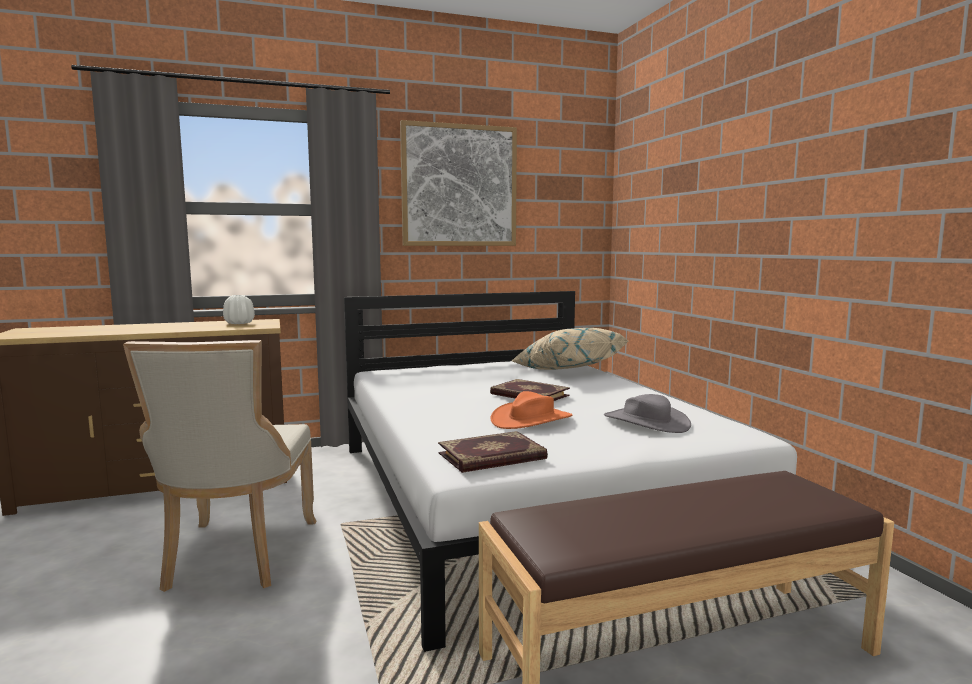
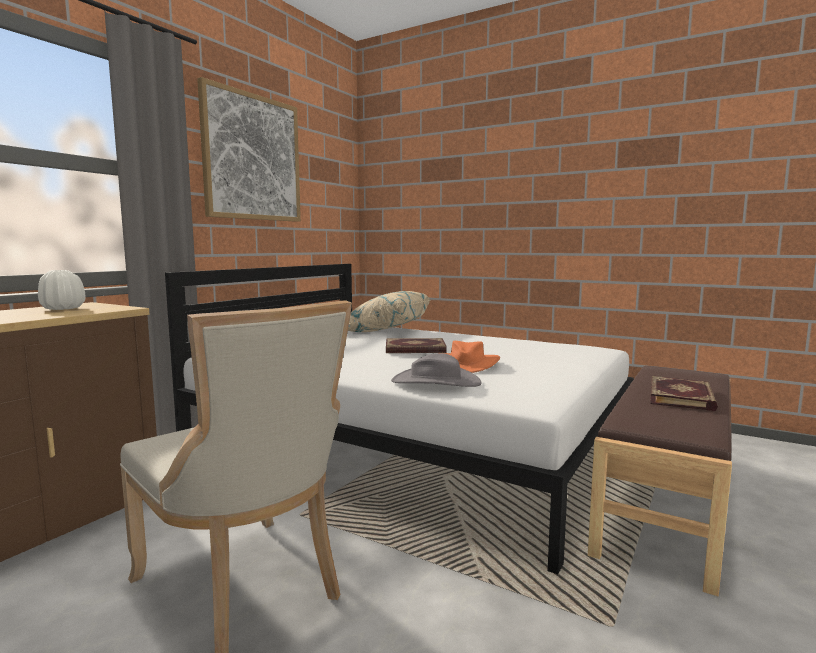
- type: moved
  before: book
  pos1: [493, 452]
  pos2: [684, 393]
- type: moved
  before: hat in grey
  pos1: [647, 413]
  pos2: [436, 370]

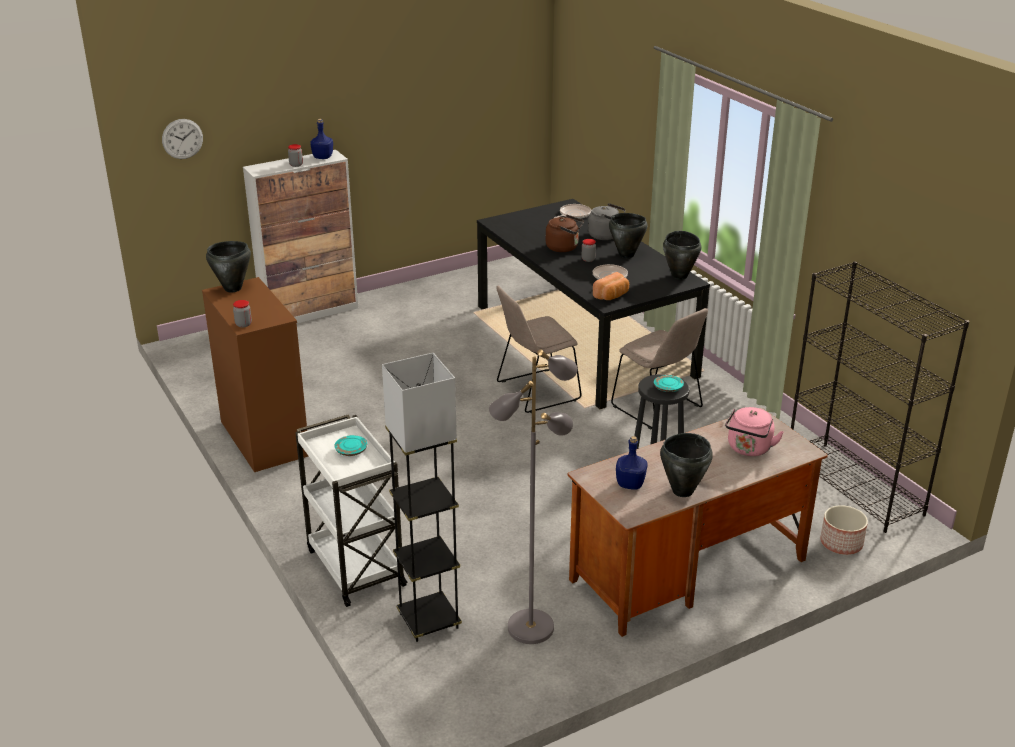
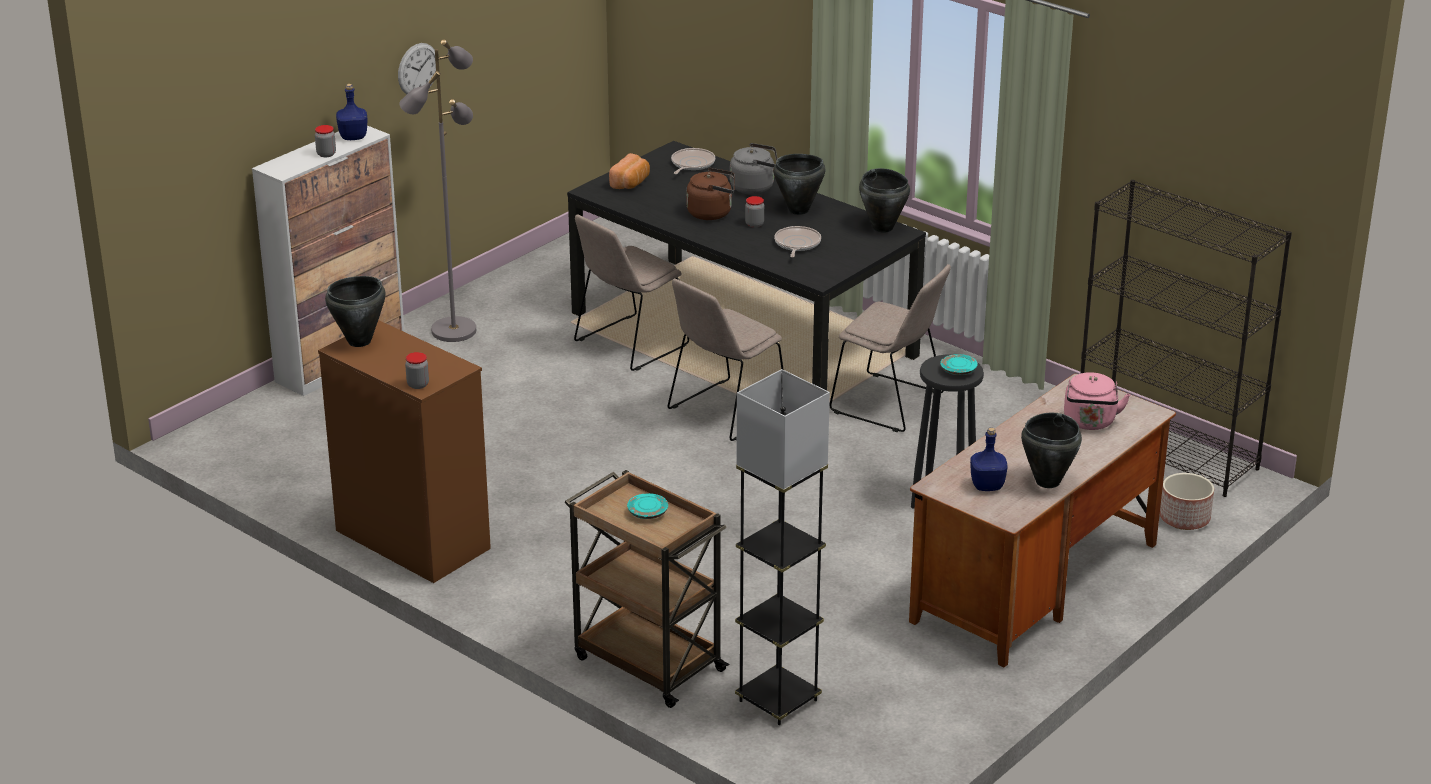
- type: moved
  before: wall clock
  pos1: [182, 139]
  pos2: [417, 68]
- type: recoloured
  before: cart in white
  after: cart in brown
  pos1: [351, 510]
  pos2: [646, 589]
- type: moved
  before: floor lamp in grey
  pos1: [533, 496]
  pos2: [437, 190]
- type: moved
  before: bread
  pos1: [611, 286]
  pos2: [629, 171]
- type: added
  after: chair in beige
  pos2: [631, 293]

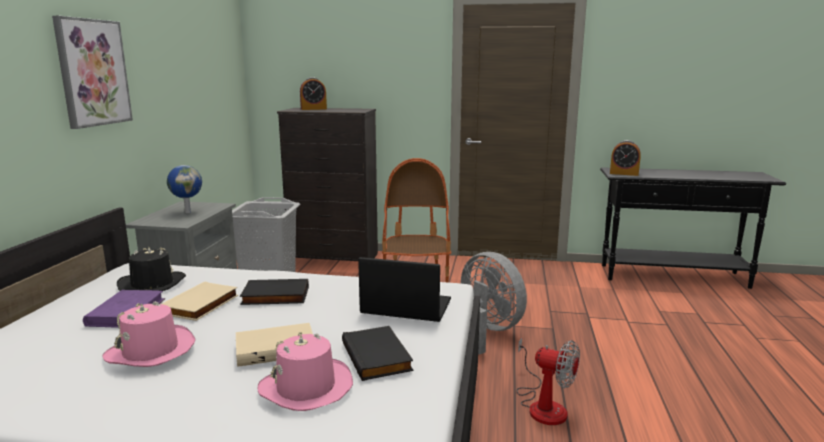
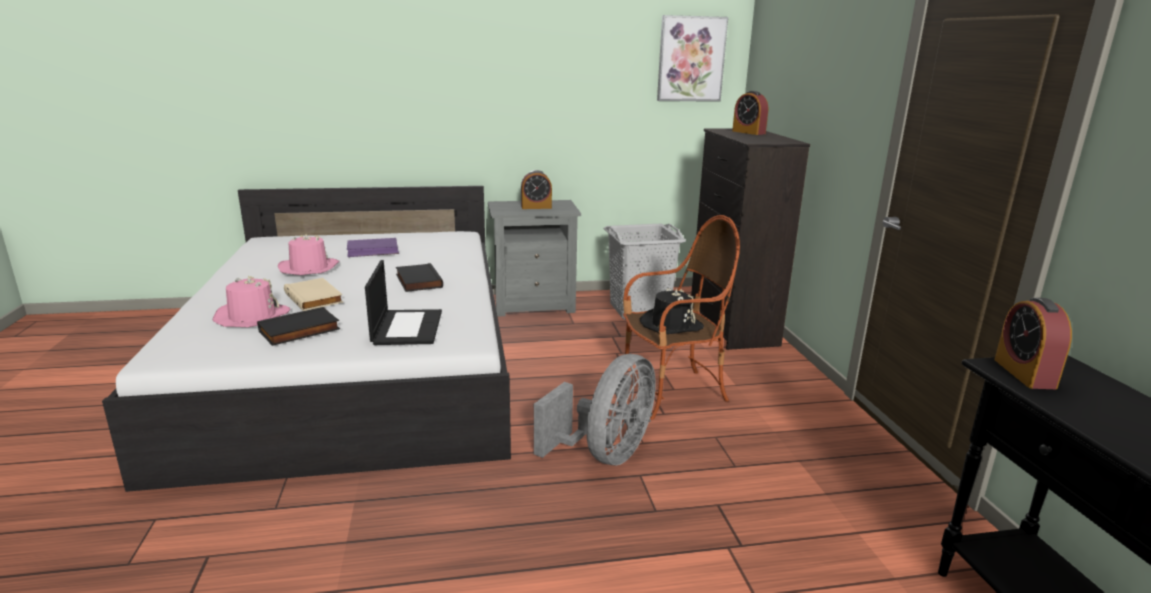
- type: moved
  before: picture
  pos1: [92, 72]
  pos2: [692, 58]
- type: moved
  before: hat in black
  pos1: [151, 269]
  pos2: [672, 311]
- type: removed
  before: book in beige
  pos1: [200, 301]
- type: replaced
  before: globe
  after: alarm clock
  pos1: [184, 189]
  pos2: [536, 189]
- type: removed
  before: fan
  pos1: [548, 381]

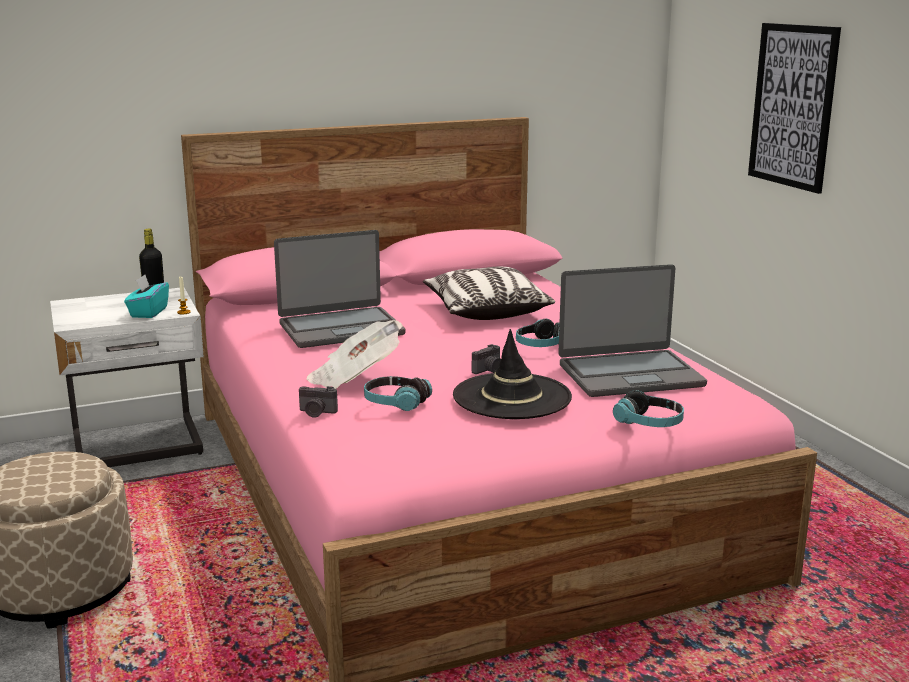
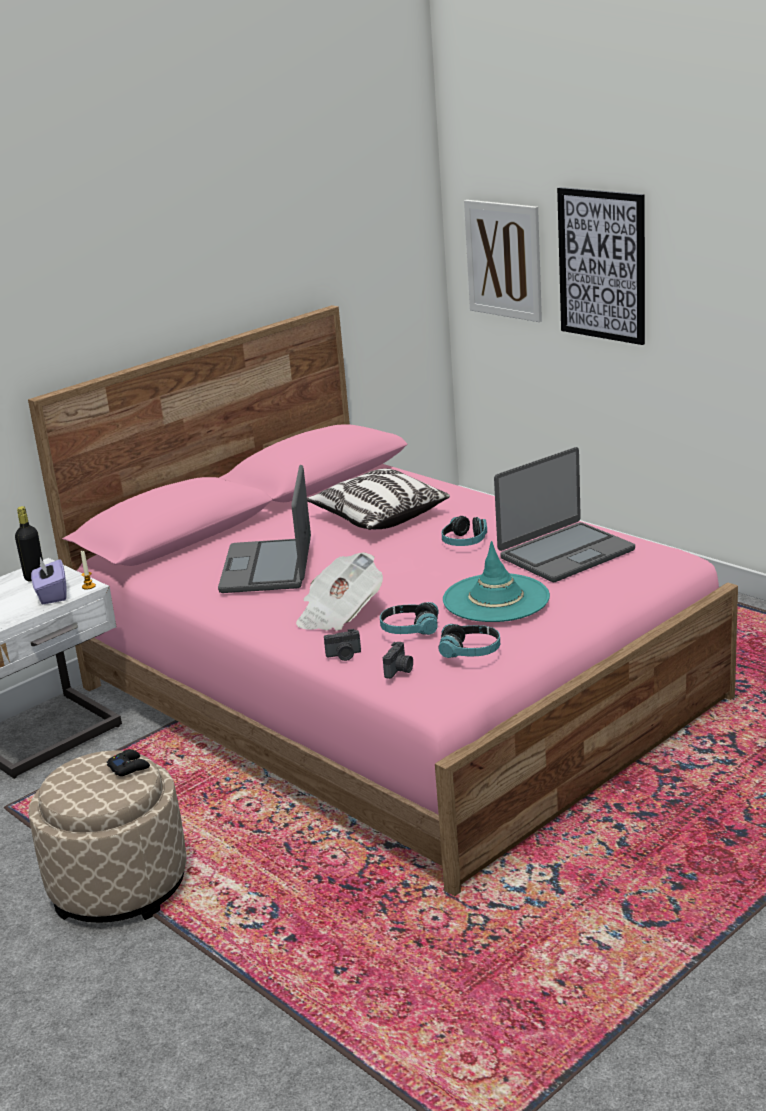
- type: recoloured
  before: tissue box in turquoise
  after: tissue box in purple
  pos1: [146, 296]
  pos2: [48, 580]
- type: turned
  before: laptop
  pos1: [340, 289]
  pos2: [264, 529]
  turn: 135
- type: recoloured
  before: hat in black
  after: hat in turquoise
  pos1: [512, 374]
  pos2: [496, 581]
- type: moved
  before: photo camera
  pos1: [486, 359]
  pos2: [398, 660]
- type: moved
  before: headphones
  pos1: [648, 408]
  pos2: [469, 641]
- type: added
  after: game controller in black
  pos2: [128, 762]
- type: added
  after: picture
  pos2: [503, 261]

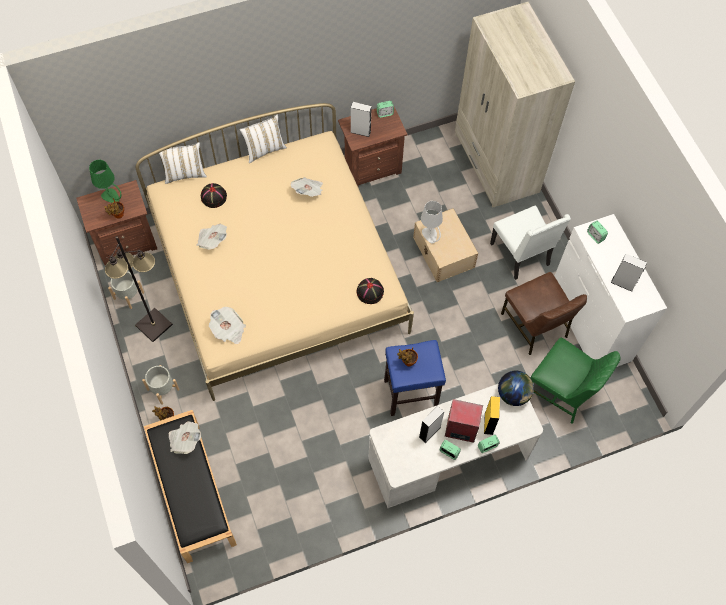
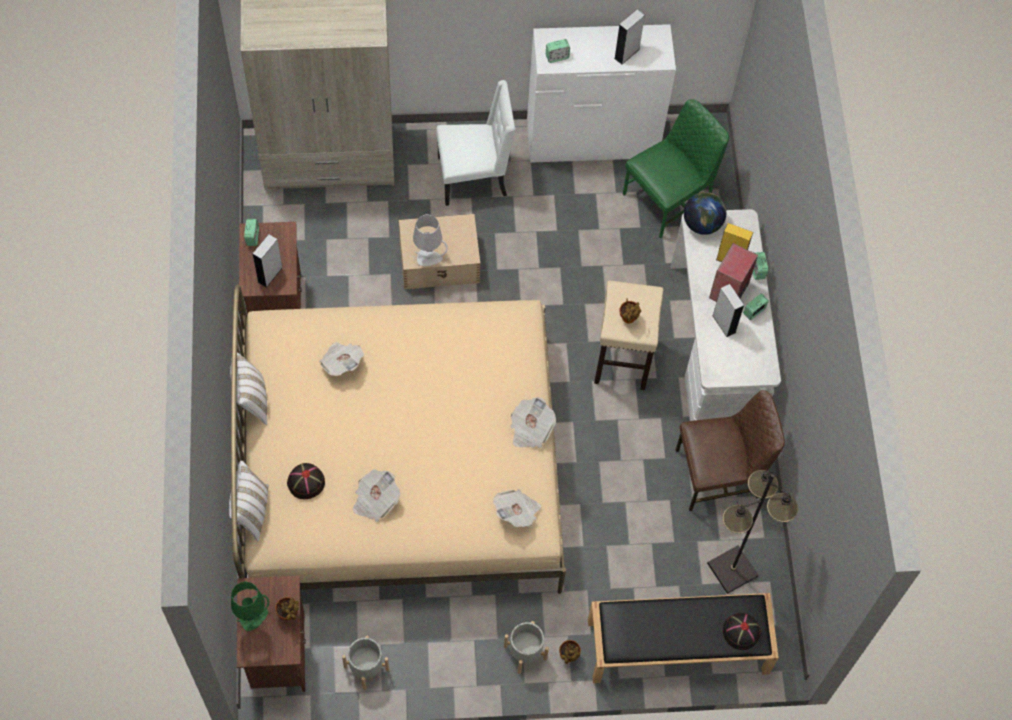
- type: moved
  before: floor lamp in black
  pos1: [139, 289]
  pos2: [752, 532]
- type: moved
  before: newspaper
  pos1: [185, 437]
  pos2: [533, 422]
- type: moved
  before: hat in black
  pos1: [370, 291]
  pos2: [741, 631]
- type: recoloured
  before: stool in blue
  after: stool in beige
  pos1: [415, 378]
  pos2: [629, 335]
- type: moved
  before: chair in brown
  pos1: [544, 313]
  pos2: [730, 450]

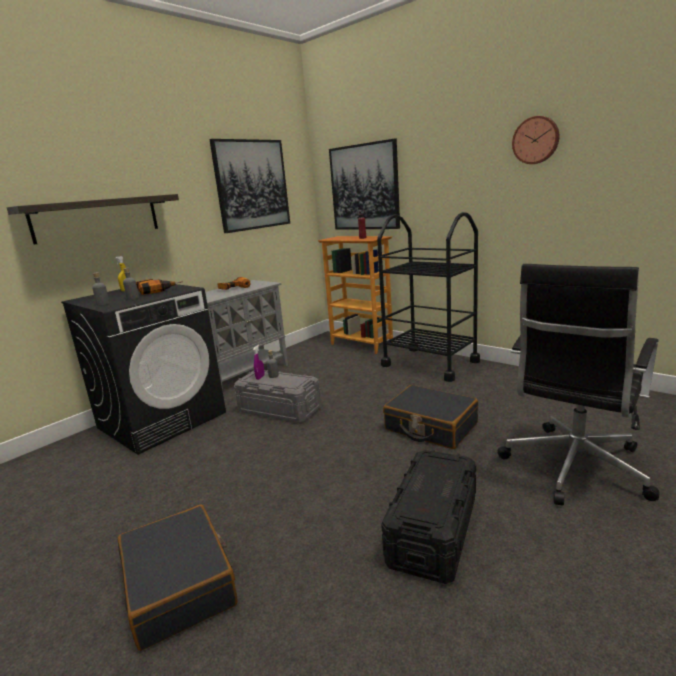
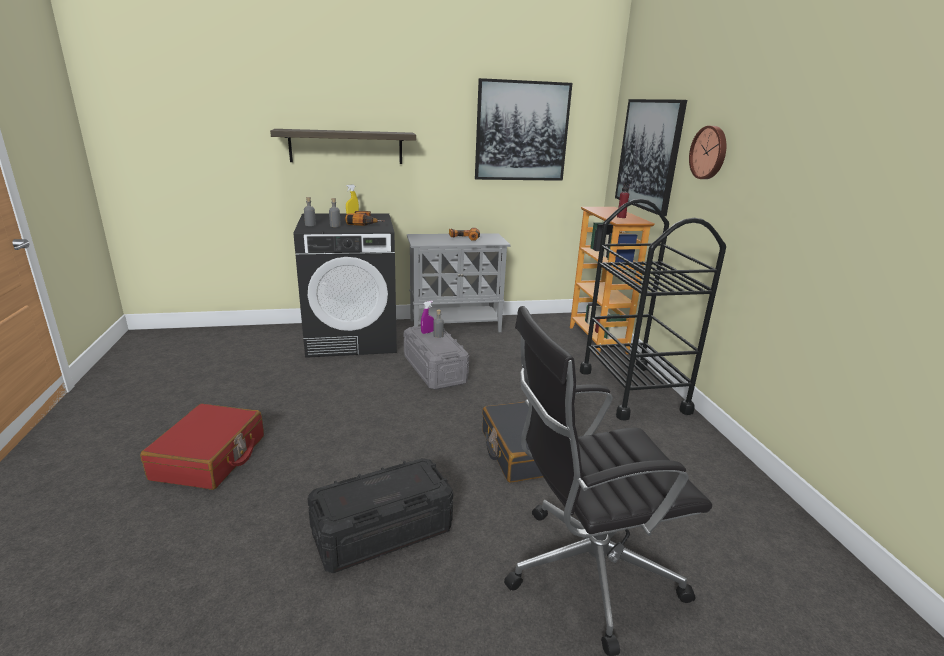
- type: recoloured
  before: suitcase in black
  after: suitcase in red
  pos1: [178, 577]
  pos2: [202, 447]
- type: moved
  before: wall clock
  pos1: [535, 140]
  pos2: [707, 152]

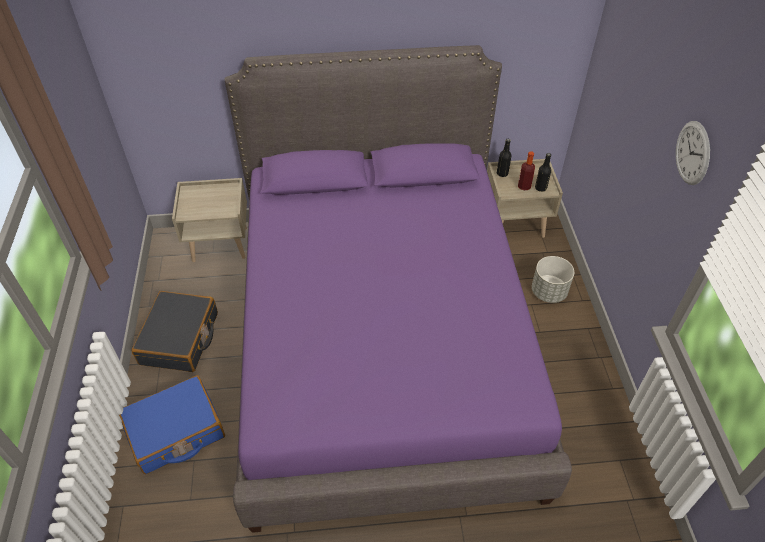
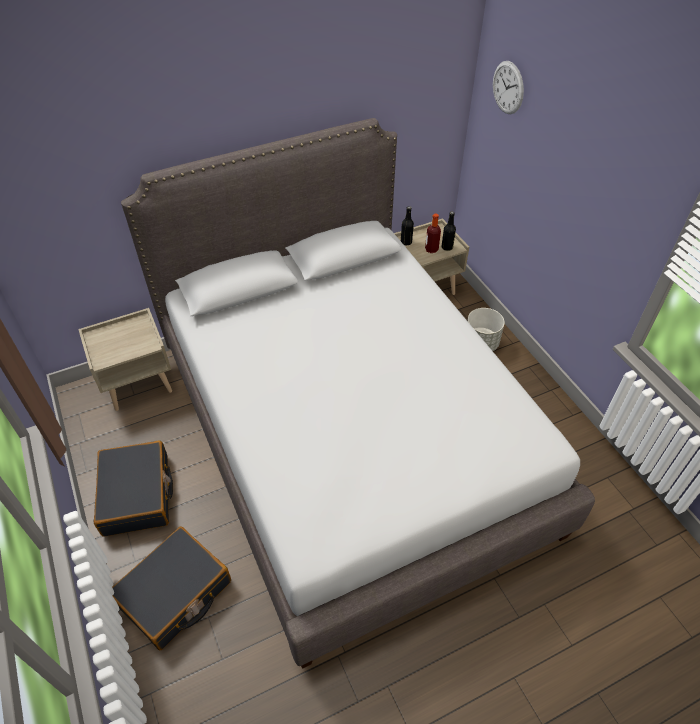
- type: recoloured
  before: suitcase in blue
  after: suitcase in black
  pos1: [172, 424]
  pos2: [171, 588]
- type: recoloured
  before: bed in purple
  after: bed in grey
  pos1: [398, 289]
  pos2: [358, 393]
- type: moved
  before: wall clock
  pos1: [693, 153]
  pos2: [508, 87]

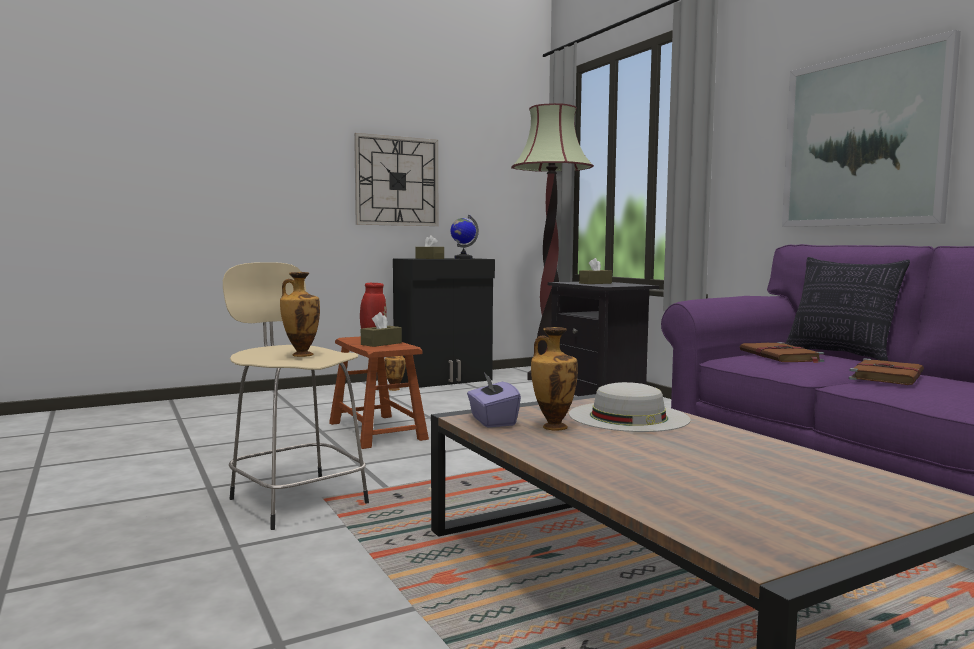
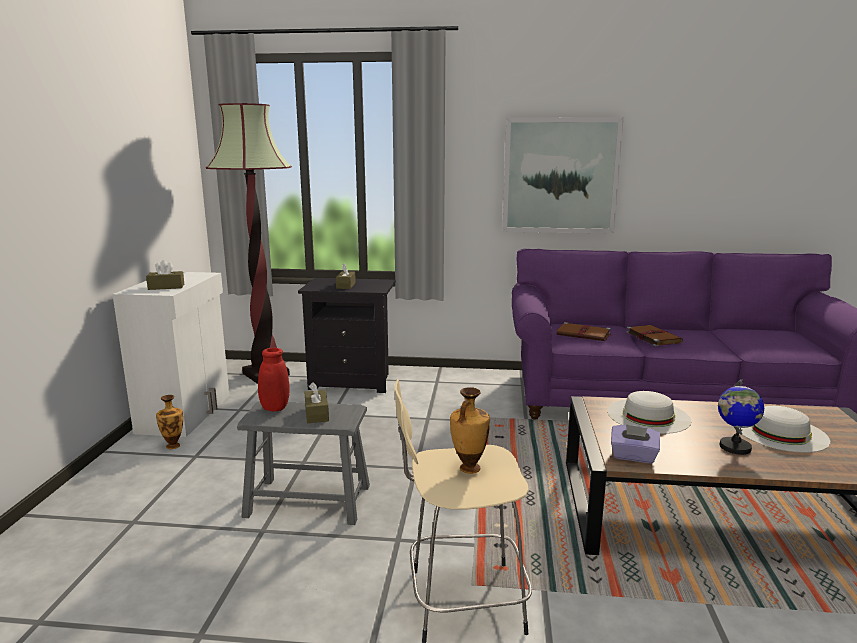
- type: recoloured
  before: stool in brown
  after: stool in grey
  pos1: [379, 392]
  pos2: [303, 463]
- type: removed
  before: wall clock
  pos1: [396, 179]
- type: recoloured
  before: cabinet in black
  after: cabinet in white
  pos1: [444, 323]
  pos2: [171, 354]
- type: moved
  before: globe
  pos1: [465, 237]
  pos2: [741, 417]
- type: removed
  before: vase
  pos1: [554, 379]
- type: removed
  before: pillow
  pos1: [847, 309]
- type: added
  after: hat in white
  pos2: [784, 429]

